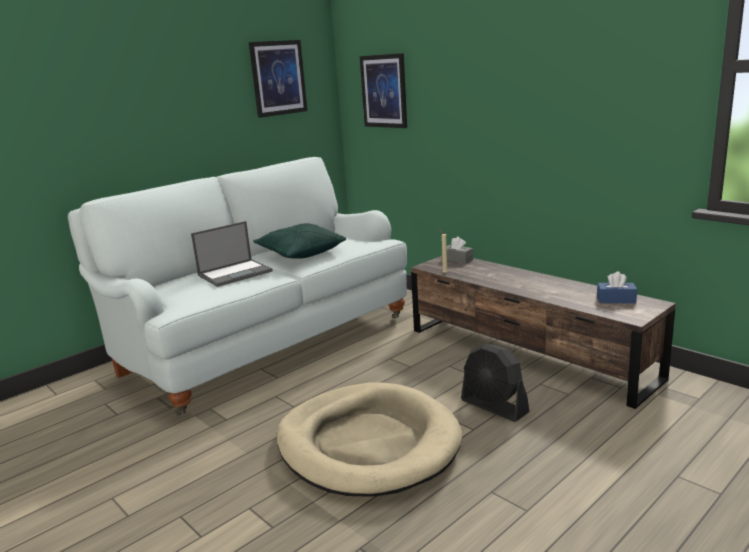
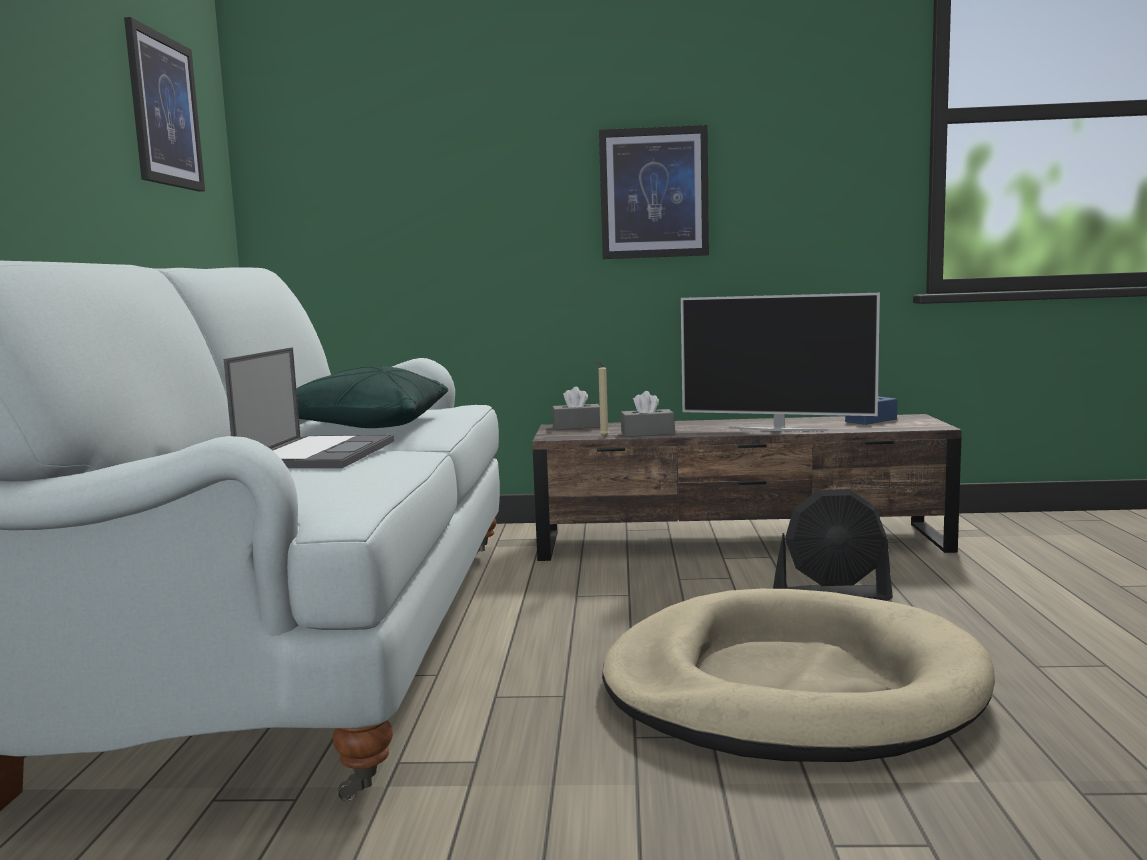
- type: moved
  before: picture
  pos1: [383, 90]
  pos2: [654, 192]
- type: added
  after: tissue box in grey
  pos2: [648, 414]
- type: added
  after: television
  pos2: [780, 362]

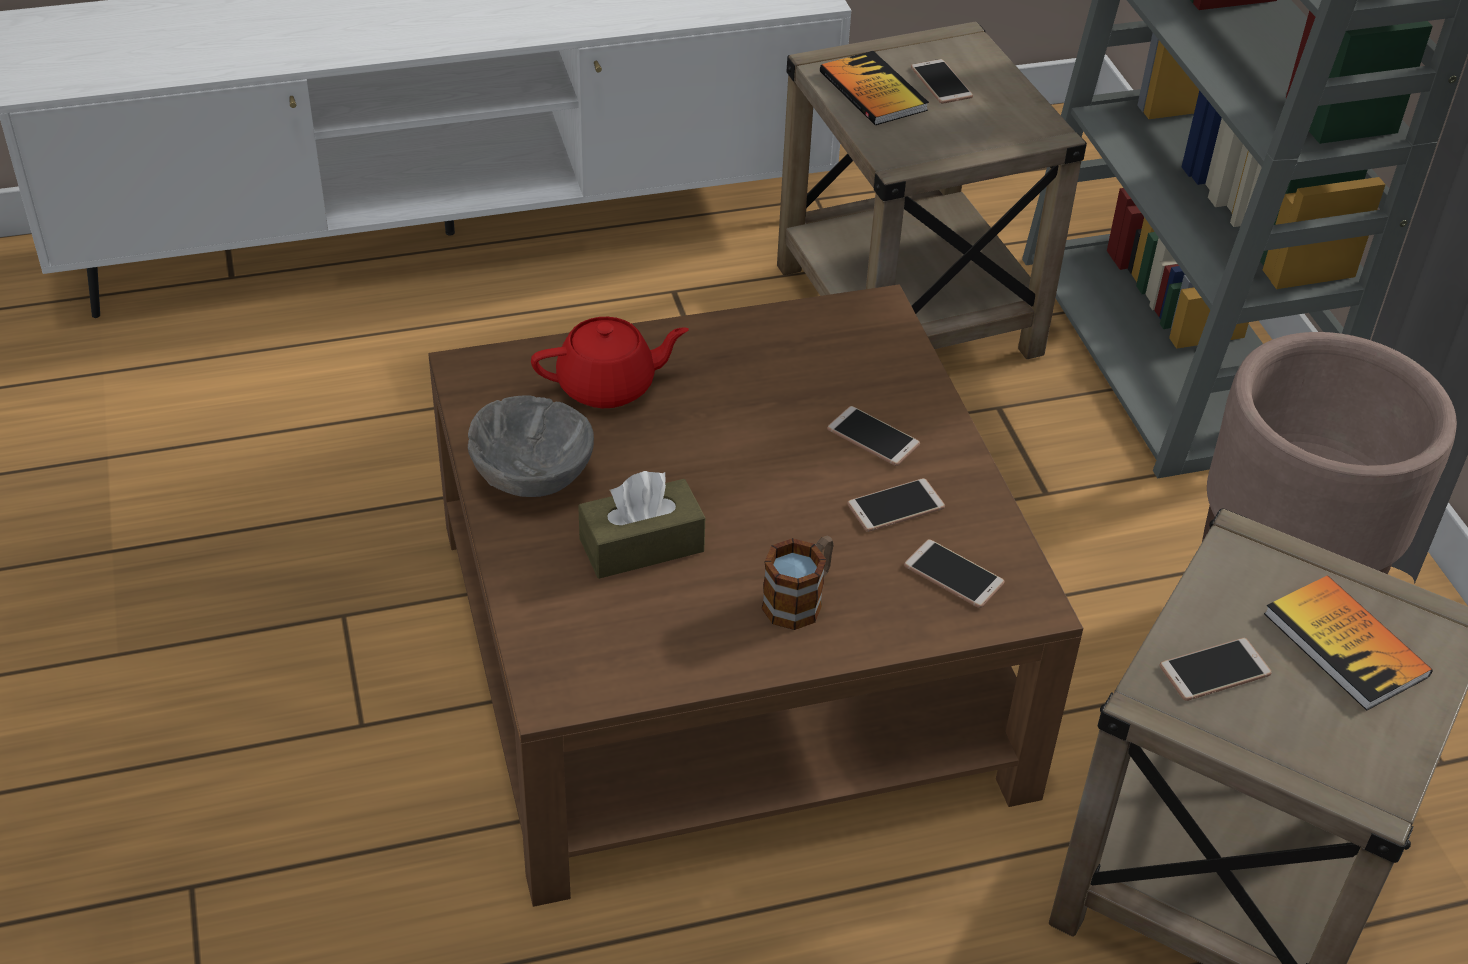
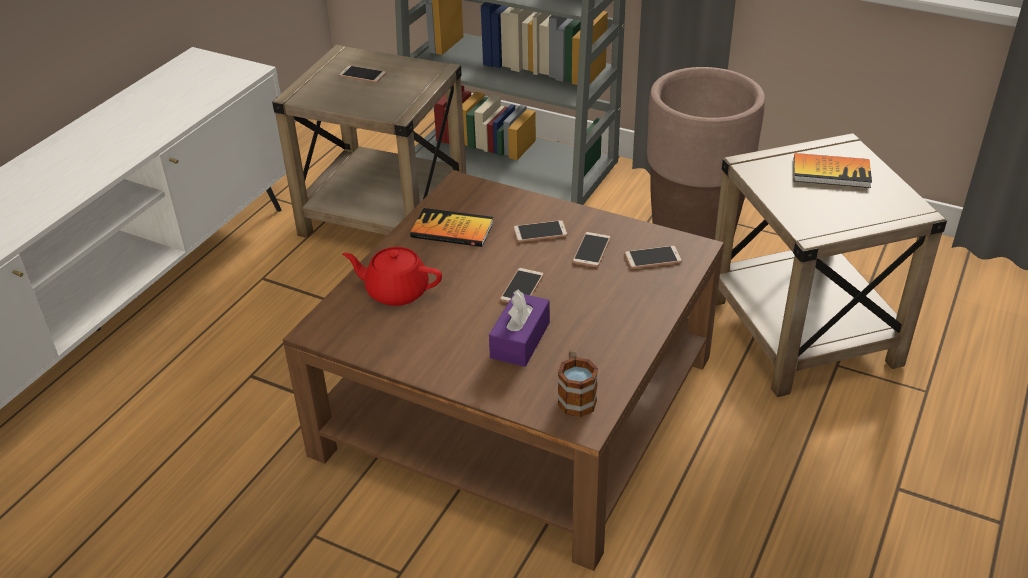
- type: removed
  before: bowl in grey
  pos1: [531, 446]
- type: turned
  before: teapot in red
  pos1: [610, 362]
  pos2: [392, 276]
  turn: -105
- type: recoloured
  before: tissue box in brown
  after: tissue box in purple
  pos1: [641, 525]
  pos2: [519, 328]
- type: moved
  before: mug
  pos1: [798, 583]
  pos2: [578, 383]
- type: moved
  before: book
  pos1: [874, 88]
  pos2: [452, 227]
- type: moved
  before: phone
  pos1: [1216, 669]
  pos2: [522, 285]

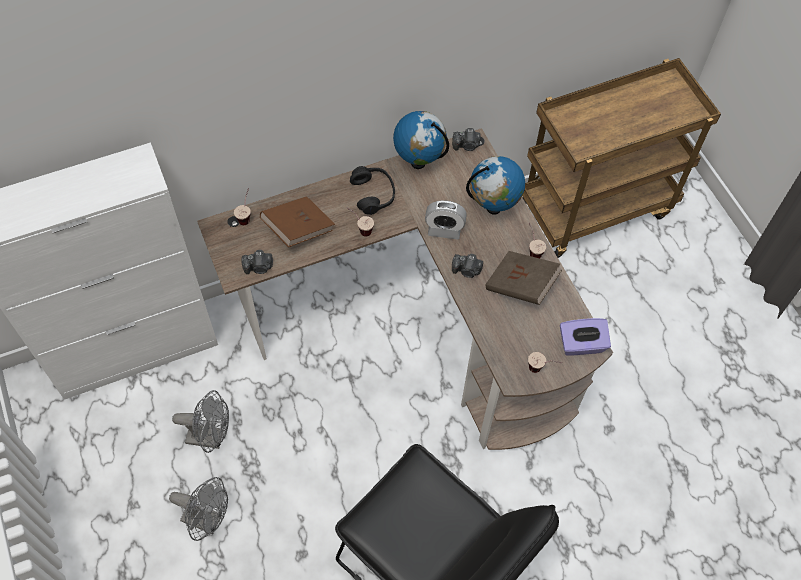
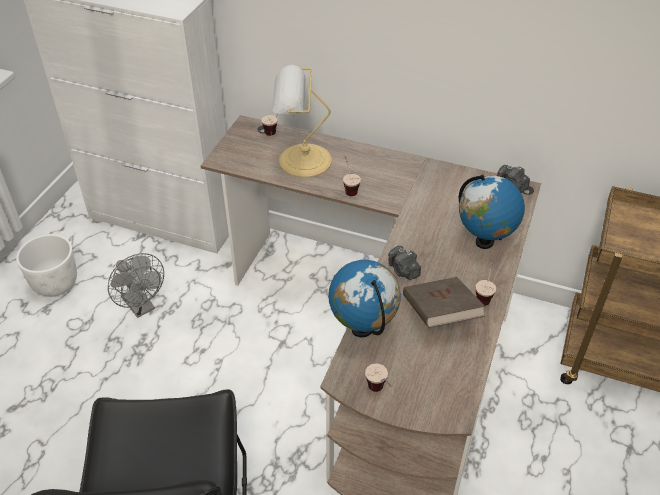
- type: removed
  before: fan in grey
  pos1: [198, 509]
- type: removed
  before: photo camera
  pos1: [257, 262]
- type: replaced
  before: book in brown
  after: table lamp
  pos1: [297, 221]
  pos2: [302, 121]
- type: removed
  before: headphones in black
  pos1: [372, 190]
- type: moved
  before: globe
  pos1: [421, 140]
  pos2: [364, 298]
- type: removed
  before: alarm clock
  pos1: [446, 219]
- type: removed
  before: tissue box in purple
  pos1: [585, 337]
- type: added
  after: planter in white
  pos2: [46, 265]

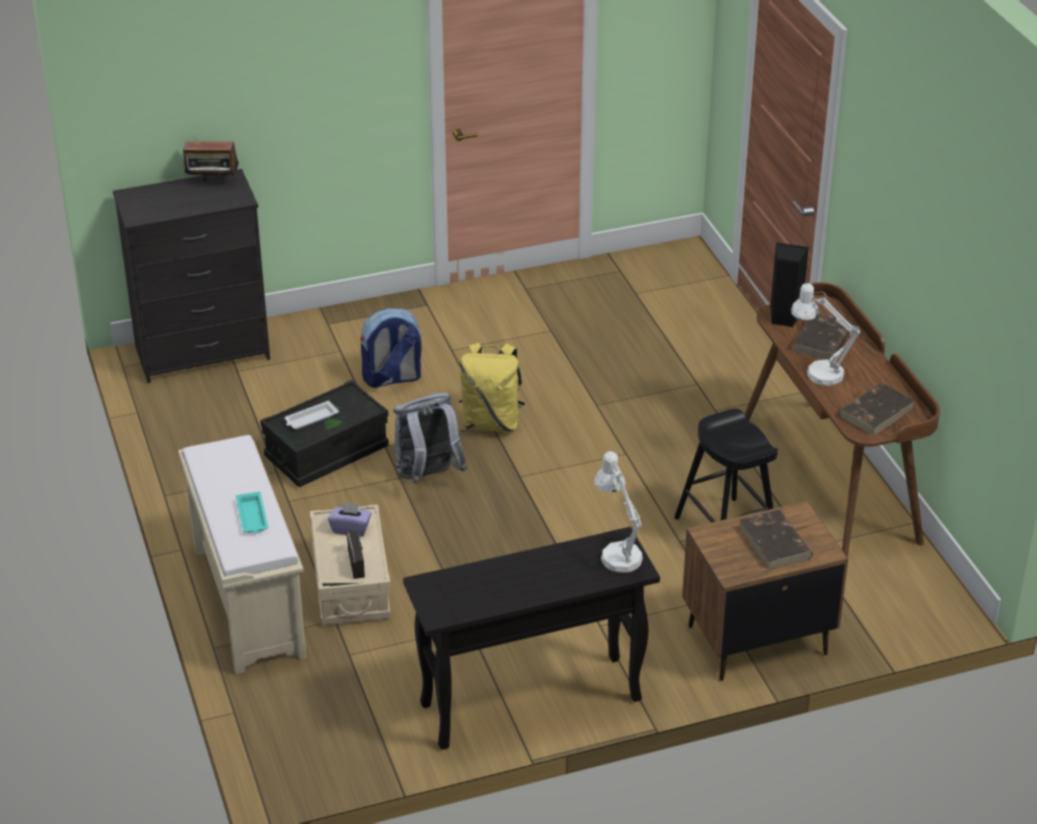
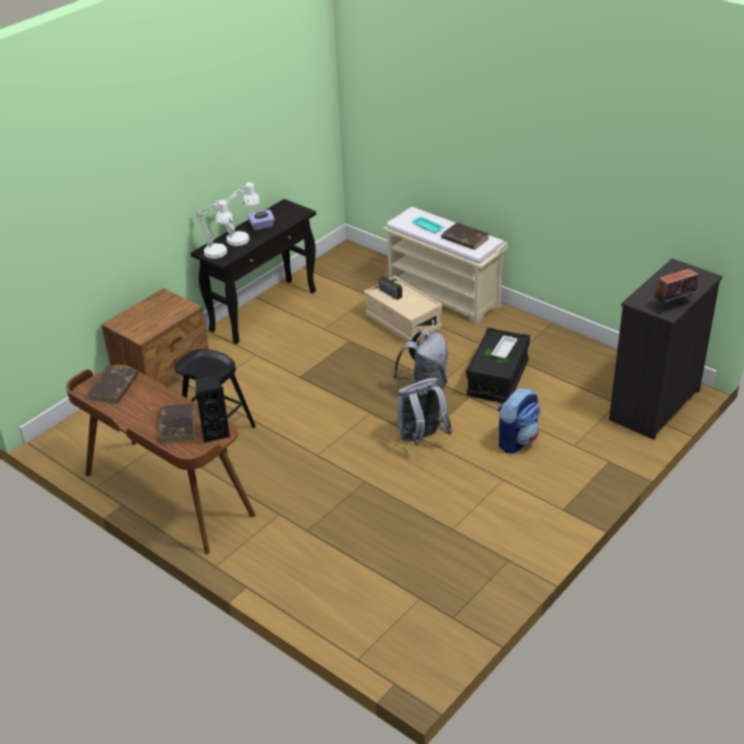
- type: moved
  before: tissue box in purple
  pos1: [350, 519]
  pos2: [261, 220]
- type: recoloured
  before: backpack in yellow
  after: backpack in grey
  pos1: [492, 387]
  pos2: [425, 412]
- type: moved
  before: book in brown
  pos1: [775, 540]
  pos2: [465, 236]
- type: moved
  before: table lamp in white
  pos1: [826, 334]
  pos2: [237, 214]

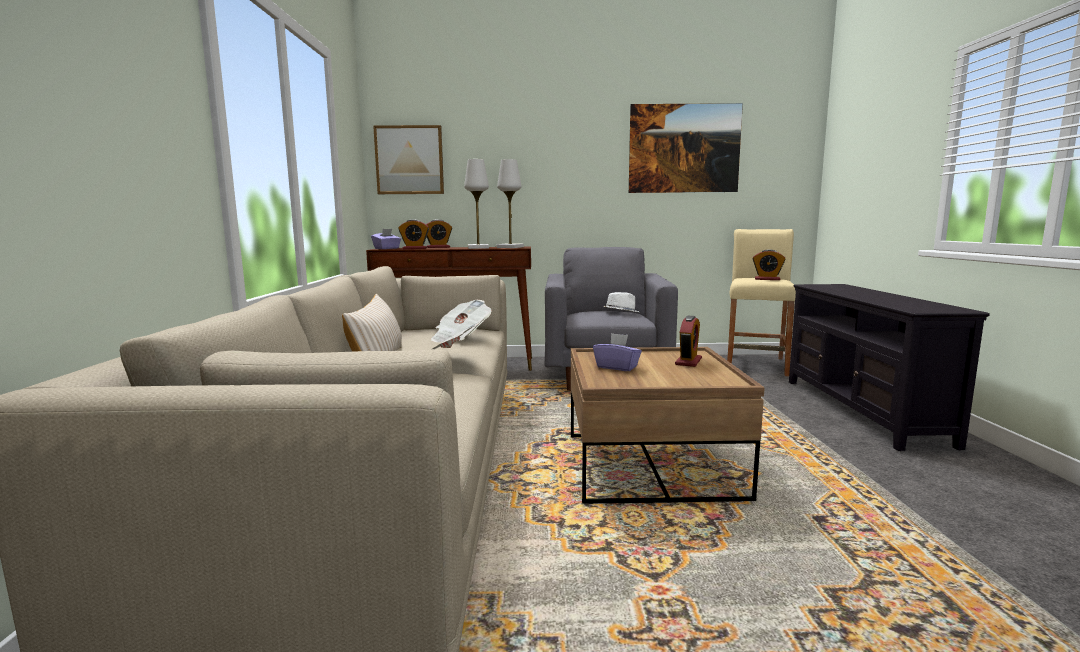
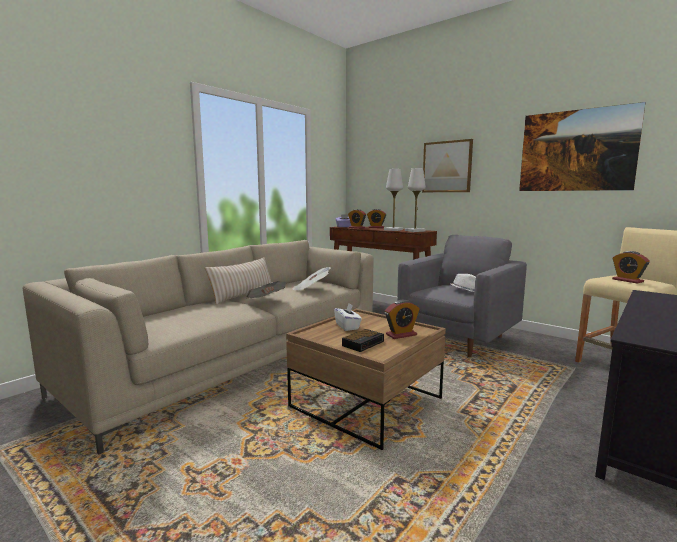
- type: moved
  before: picture
  pos1: [408, 159]
  pos2: [447, 165]
- type: recoloured
  before: tissue box in purple
  after: tissue box in white
  pos1: [617, 352]
  pos2: [348, 317]
- type: added
  after: alarm clock
  pos2: [363, 340]

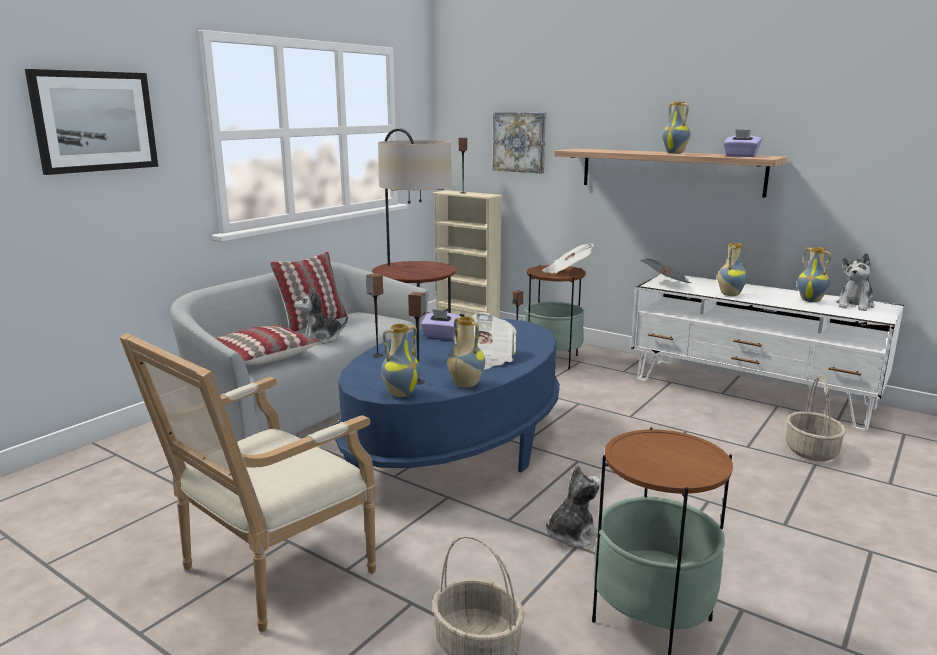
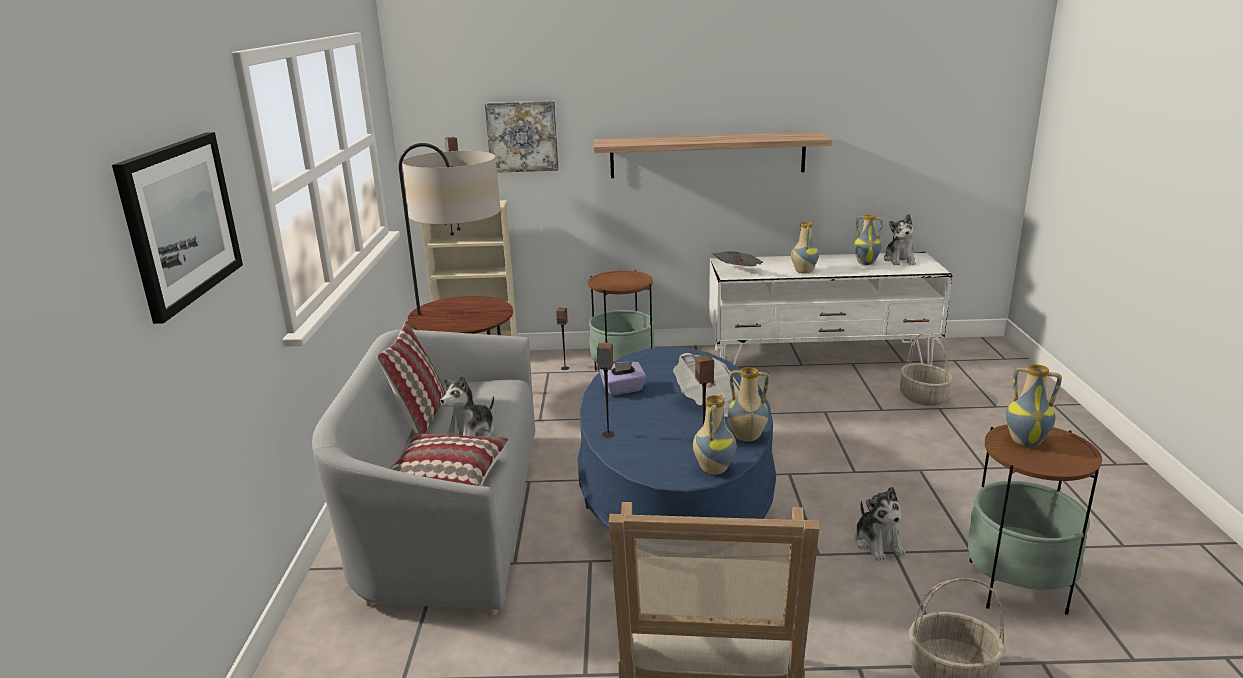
- type: removed
  before: newspaper
  pos1: [568, 258]
- type: turned
  before: plush toy
  pos1: [573, 506]
  pos2: [880, 524]
  turn: 150
- type: moved
  before: vase
  pos1: [676, 128]
  pos2: [1034, 405]
- type: removed
  before: tissue box in purple
  pos1: [742, 143]

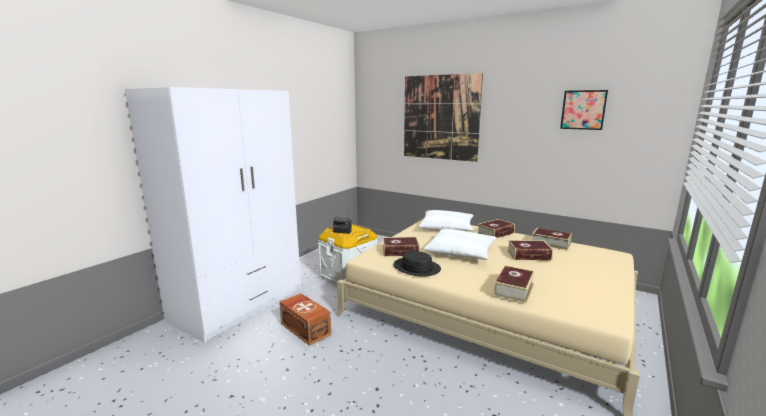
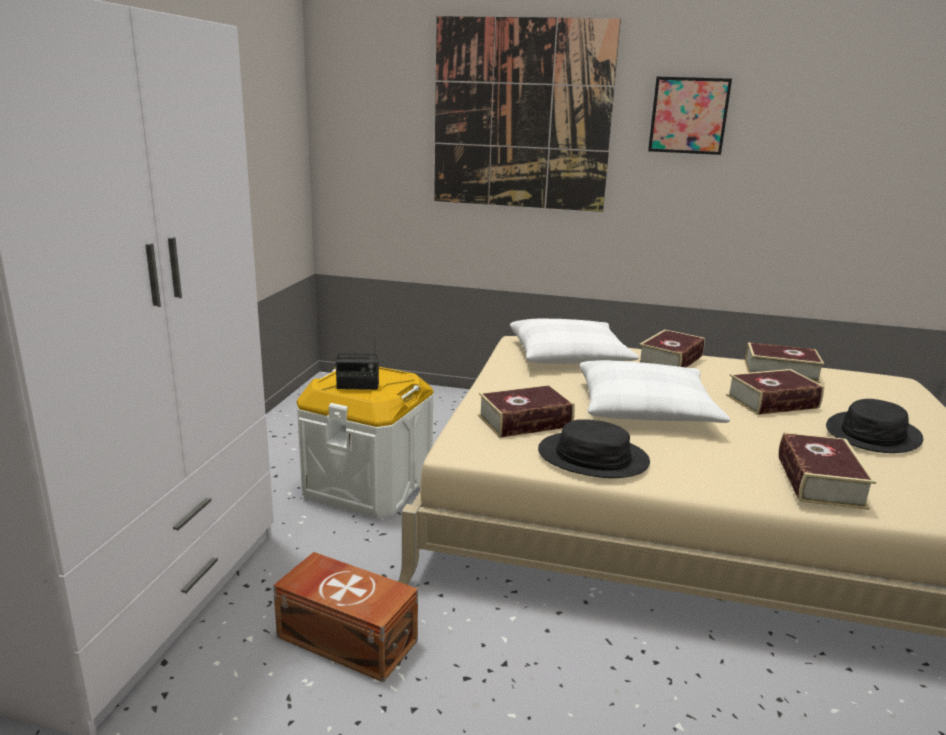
- type: moved
  before: picture
  pos1: [584, 110]
  pos2: [690, 116]
- type: added
  after: hat in black
  pos2: [874, 426]

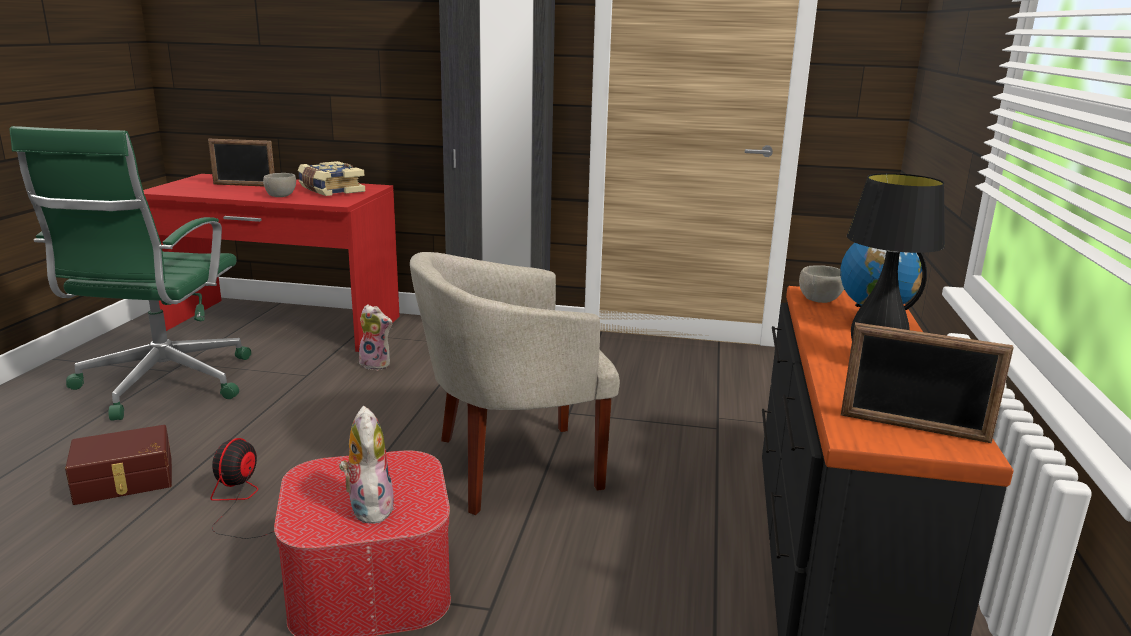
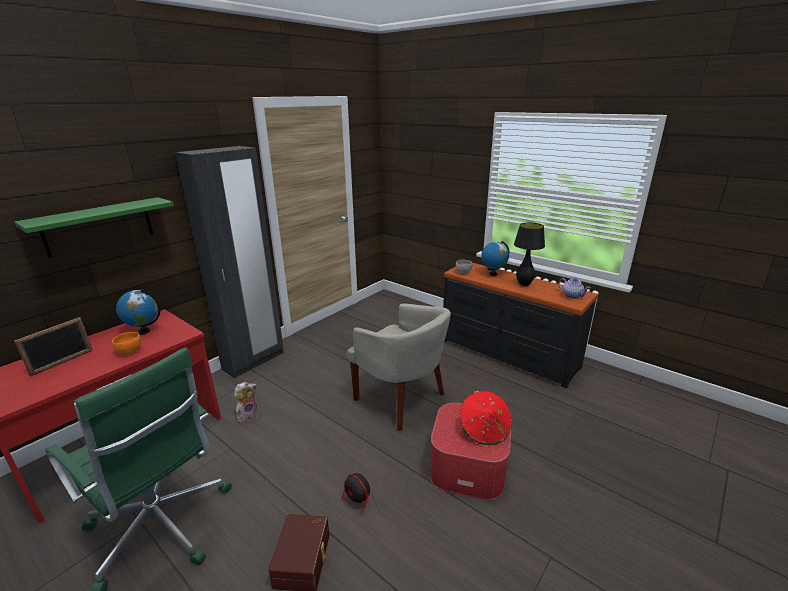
- type: recoloured
  before: bowl in grey
  after: bowl in orange
  pos1: [279, 185]
  pos2: [126, 343]
- type: replaced
  before: book
  after: globe
  pos1: [331, 178]
  pos2: [138, 311]
- type: replaced
  before: plush toy
  after: hat in red
  pos1: [367, 465]
  pos2: [486, 417]
- type: turned
  before: armchair in beige
  pos1: [515, 383]
  pos2: [398, 367]
  turn: -60
- type: replaced
  before: picture frame
  after: teapot
  pos1: [927, 382]
  pos2: [574, 288]
- type: added
  after: shelf in green
  pos2: [94, 227]

